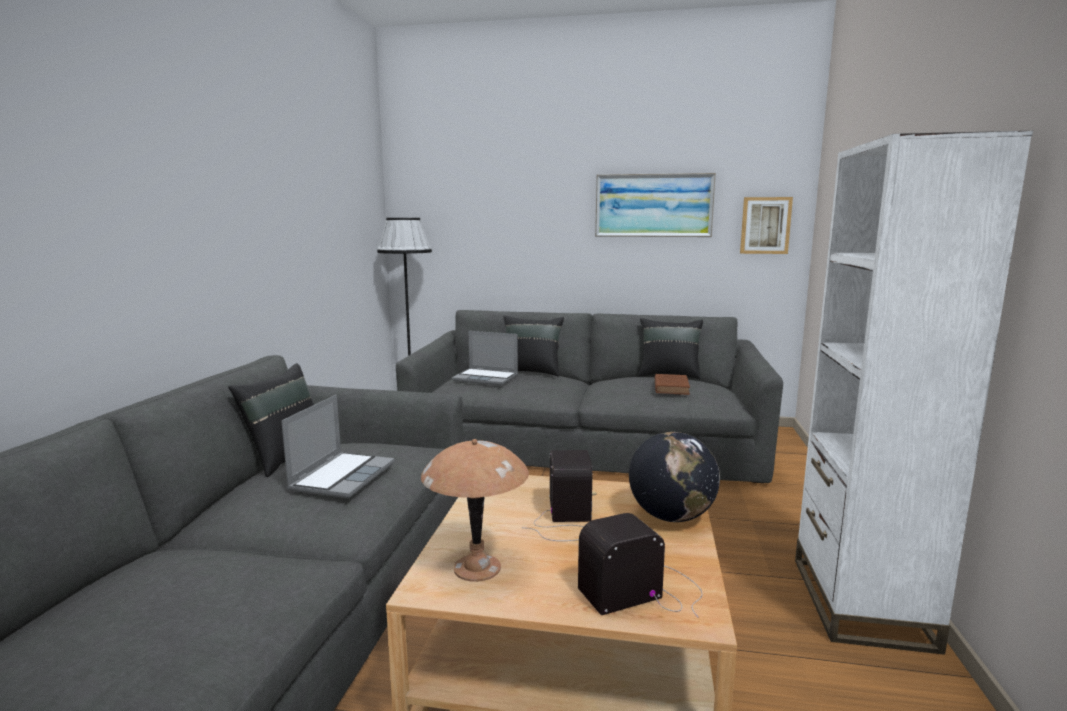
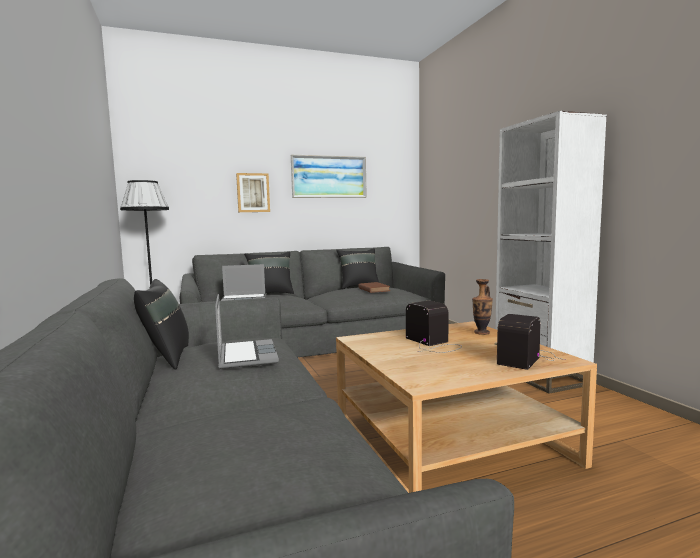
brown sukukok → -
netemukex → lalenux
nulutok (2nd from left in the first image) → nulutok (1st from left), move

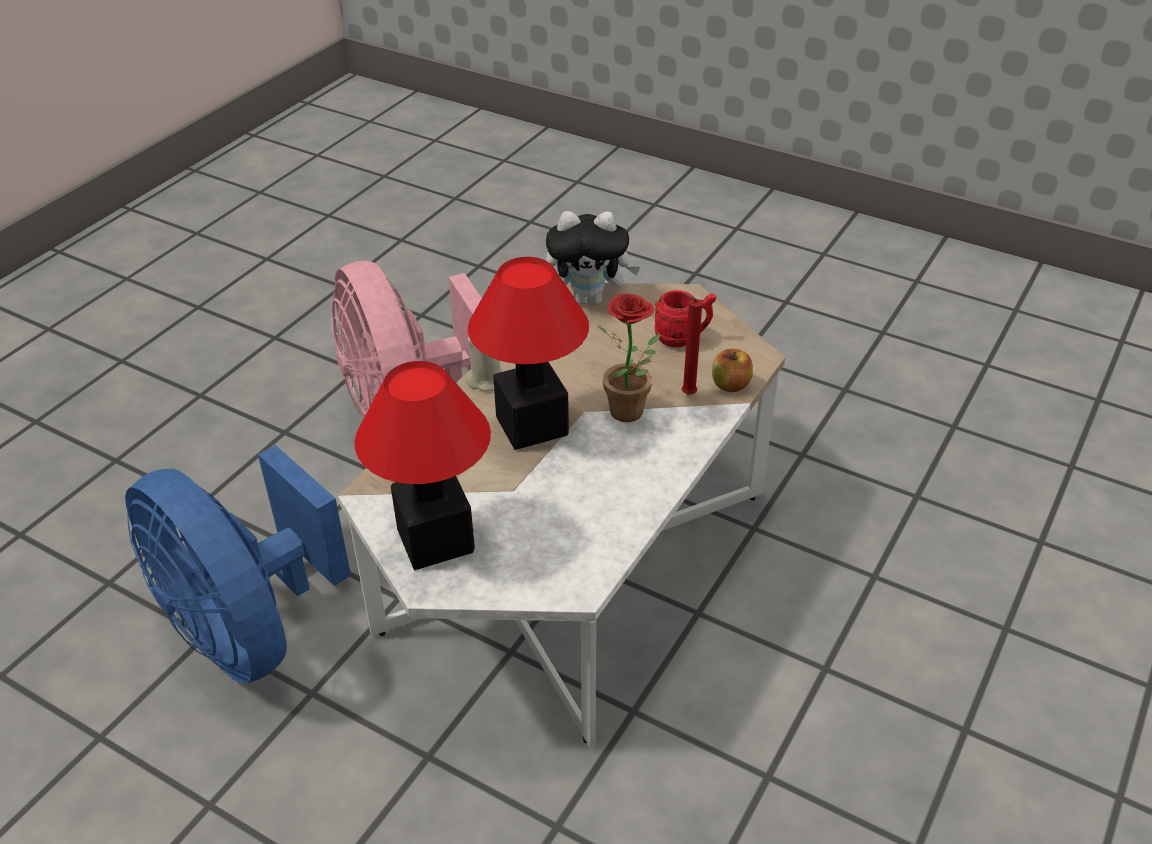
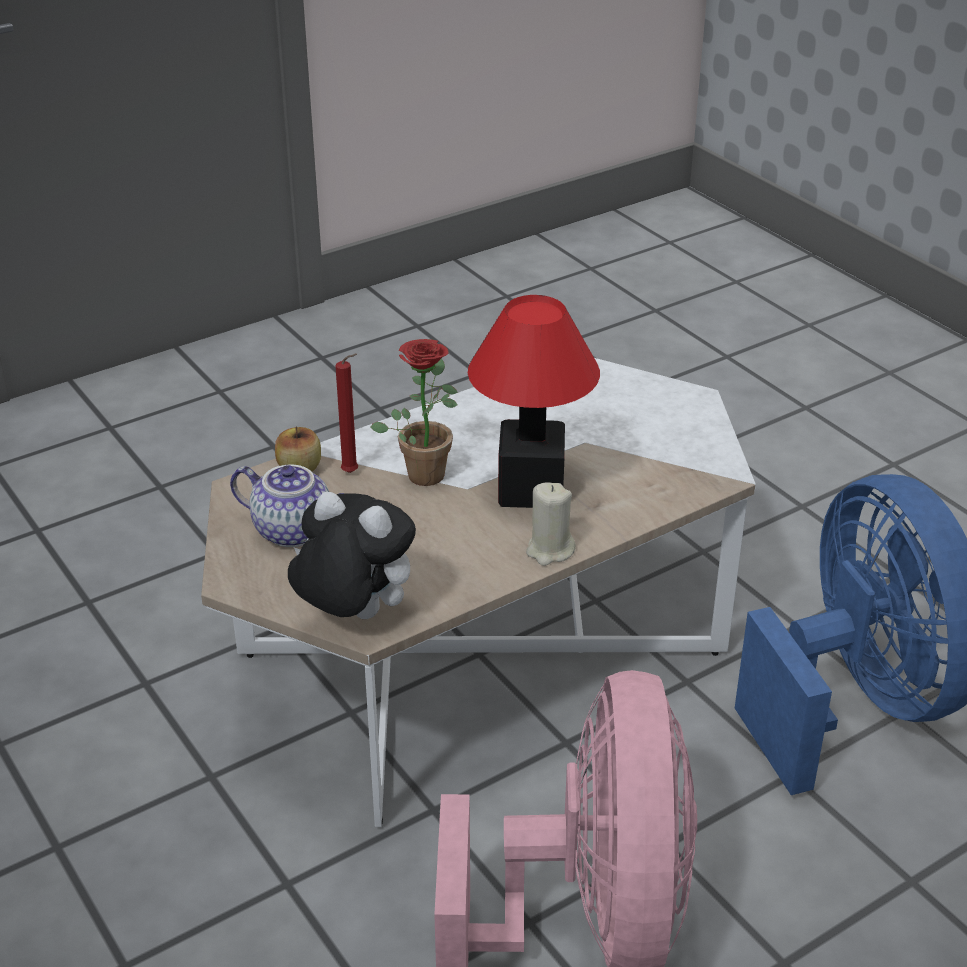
sukukok (1st from left) → -
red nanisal → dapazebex

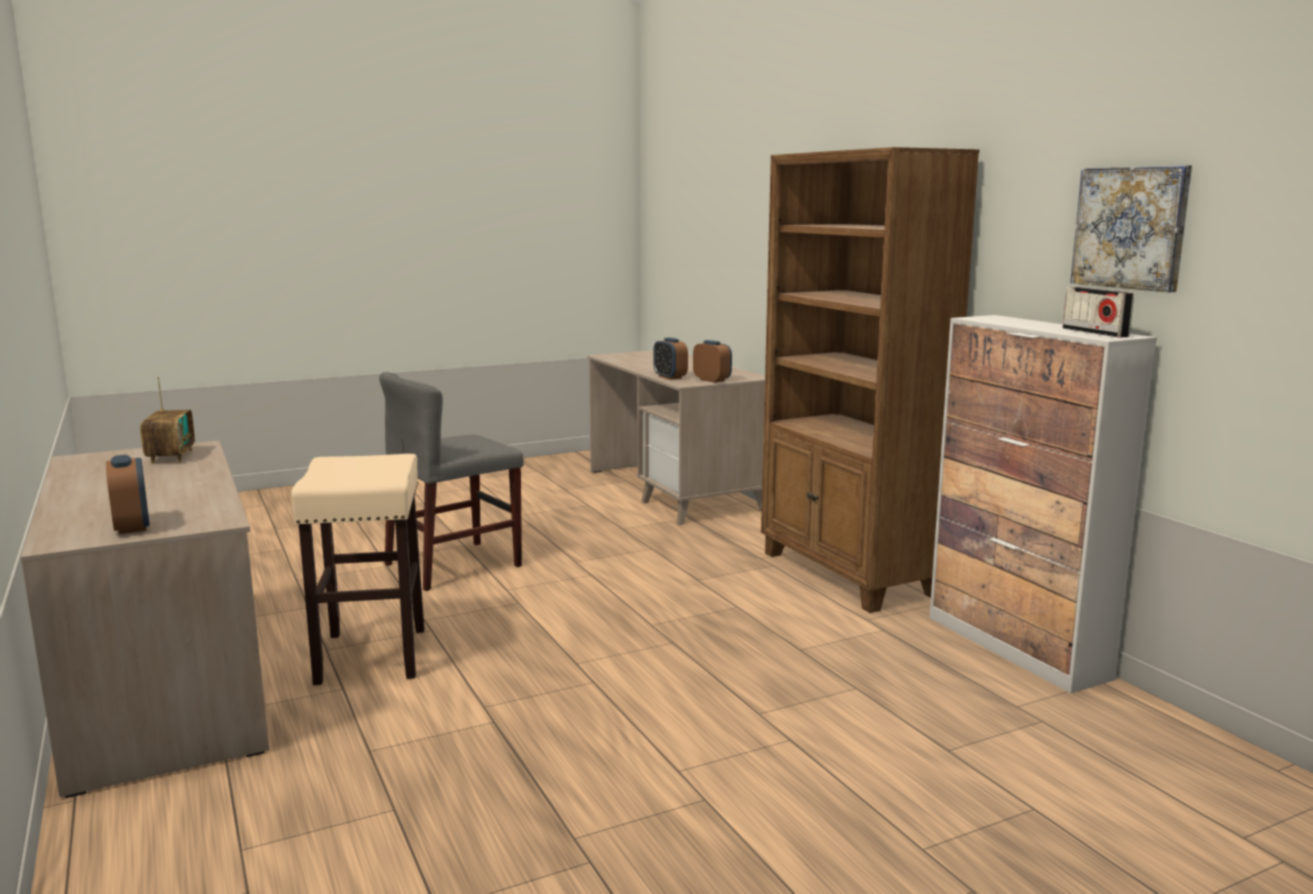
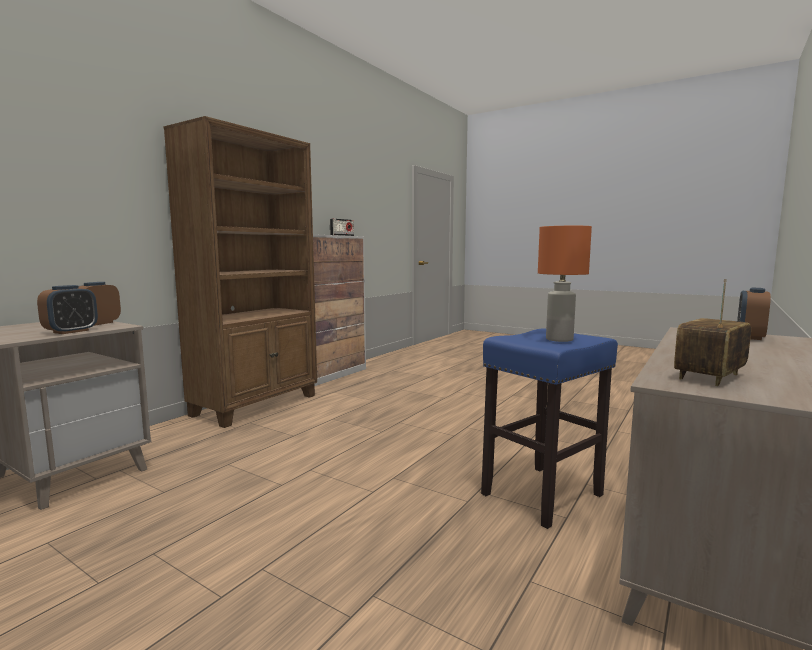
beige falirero → blue falirero
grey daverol → -
nulutok → -
- → orange sukukok

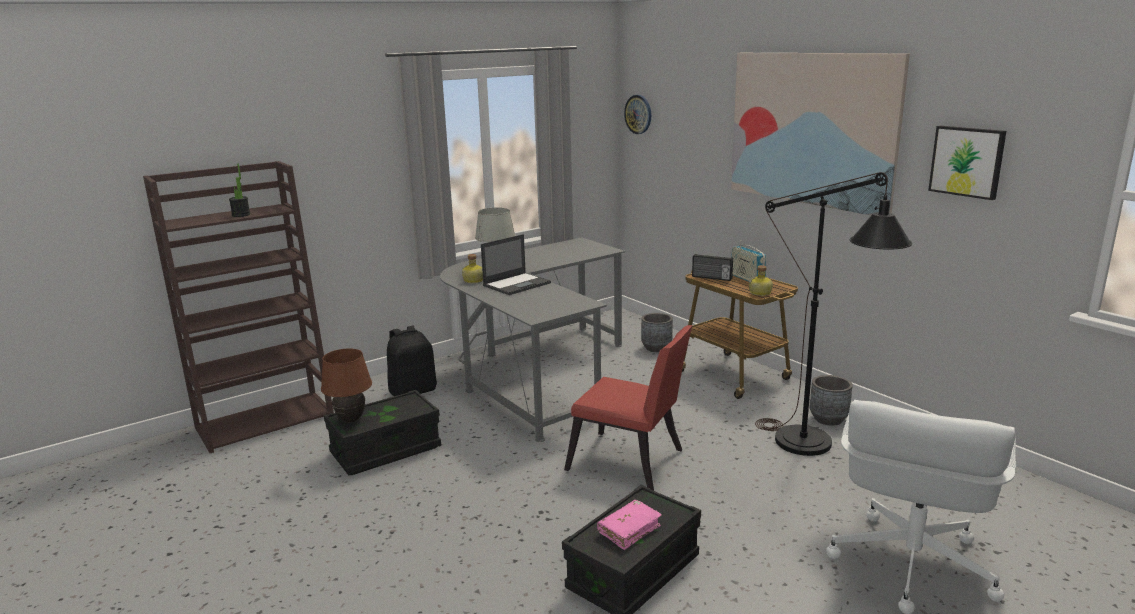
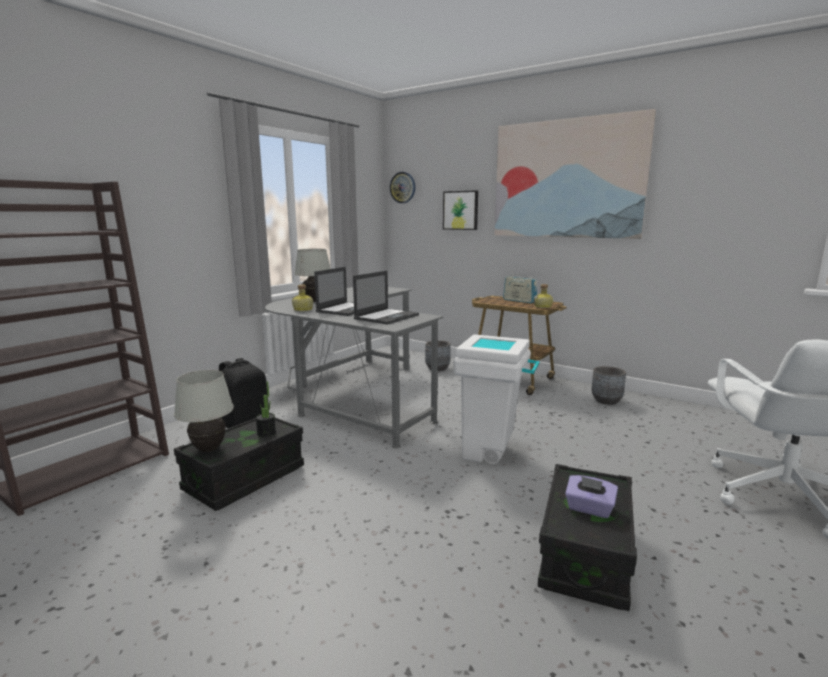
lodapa, move
brown sukukok → white sukukok (1st from left)
red daverol → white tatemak
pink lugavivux → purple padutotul
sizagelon (1st from left) → -
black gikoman → -
nulutok (2nd from left in the first image) → nulutok (1st from left), move
- → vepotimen (2nd from left)

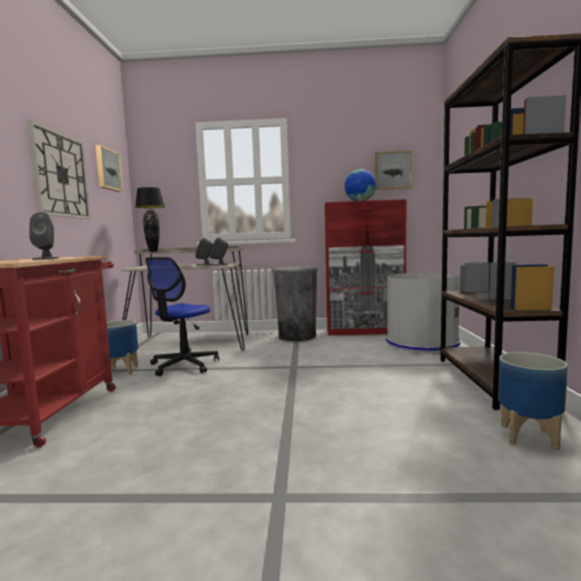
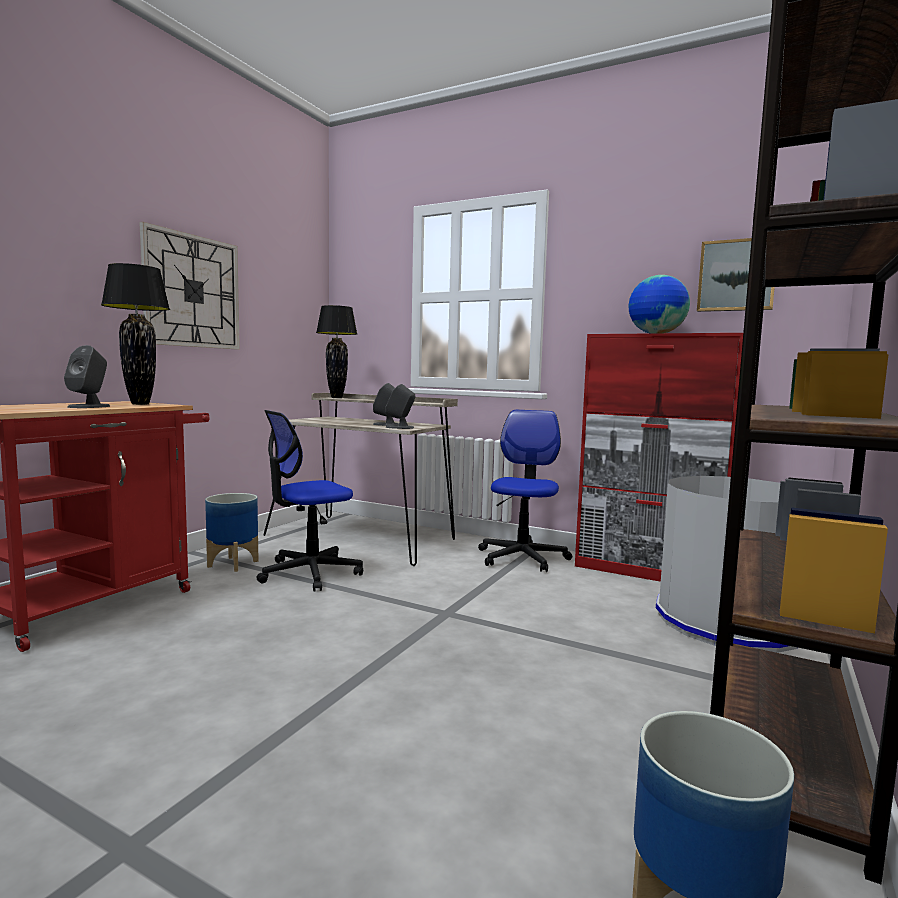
nulutok (1st from left) → -
grey tatemak (1st from left) → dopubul (2nd from left)
- → black sukukok (1st from left)

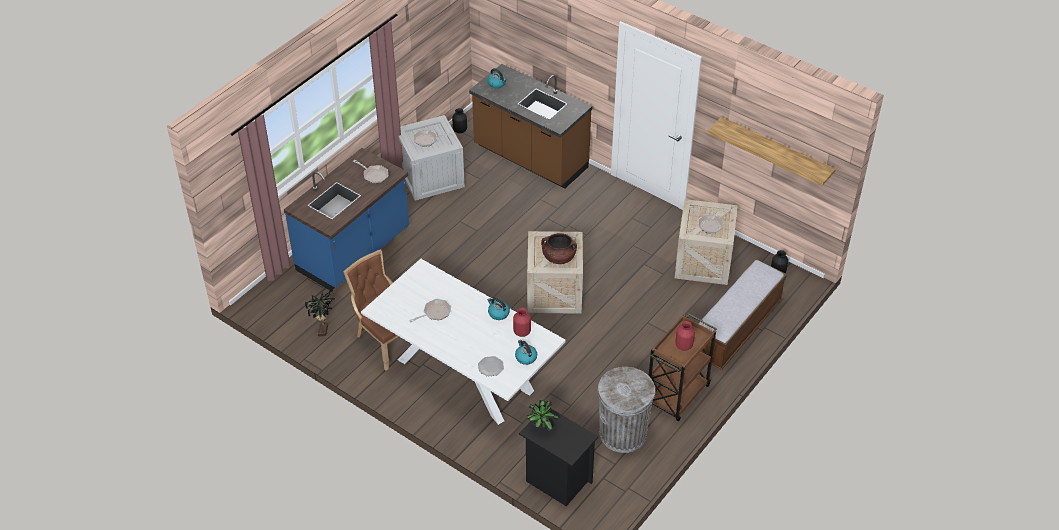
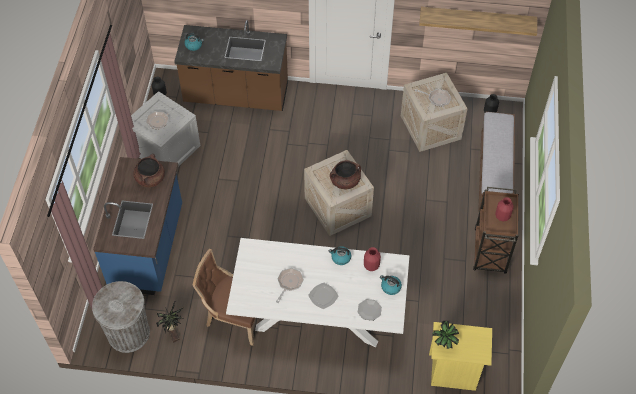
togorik (1st from left) → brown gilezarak (1st from left)
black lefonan → yellow lefonan
grey tatemak, move
- → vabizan (1st from left)

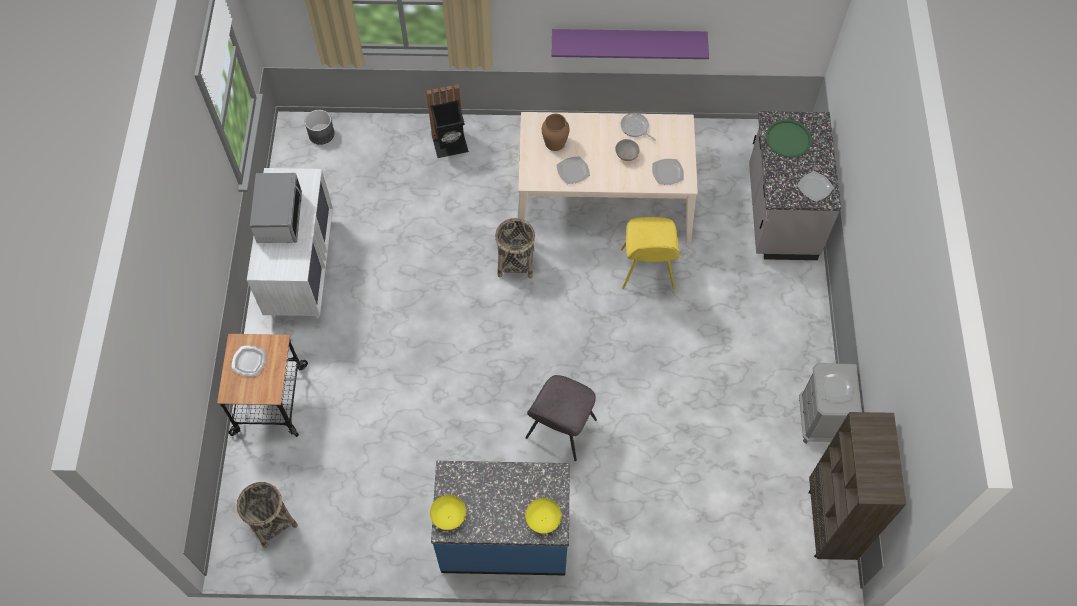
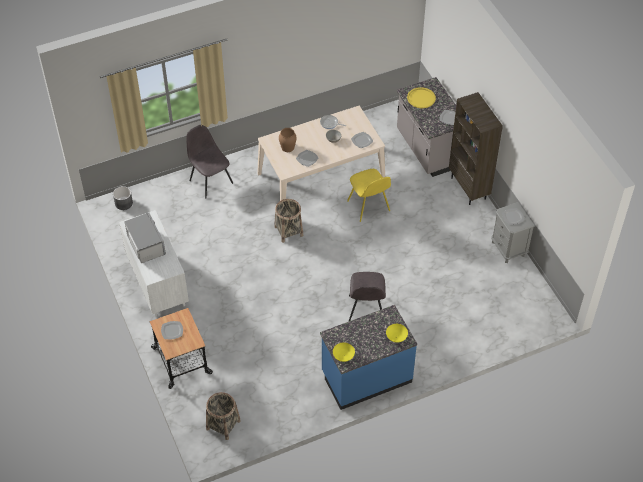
black tatemak → grey daverol (1st from left)
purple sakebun → -
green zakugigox → yellow zakugigox
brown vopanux, move

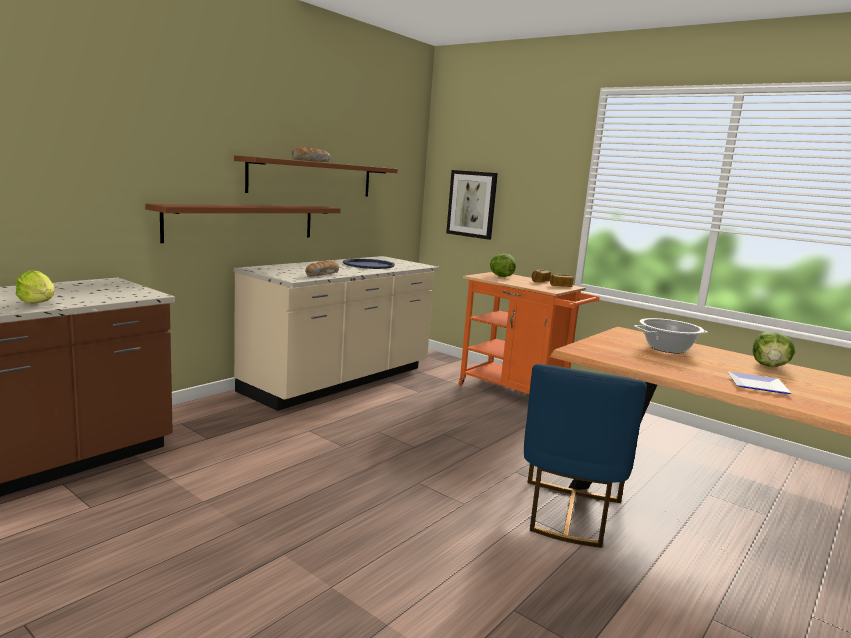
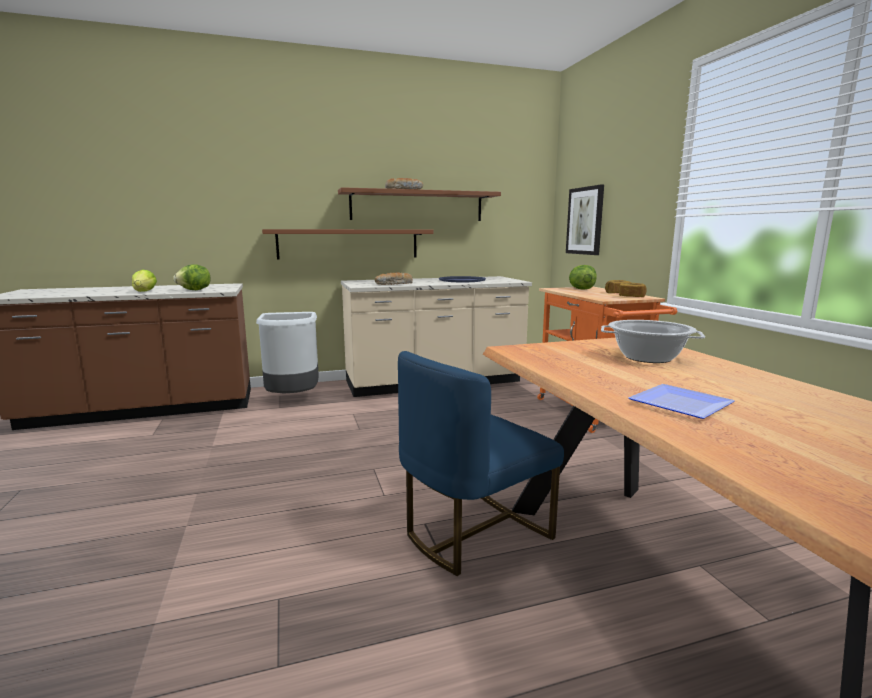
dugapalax (3rd from left in the first image) → dugapalax (2nd from left), move
- → grey tatemak

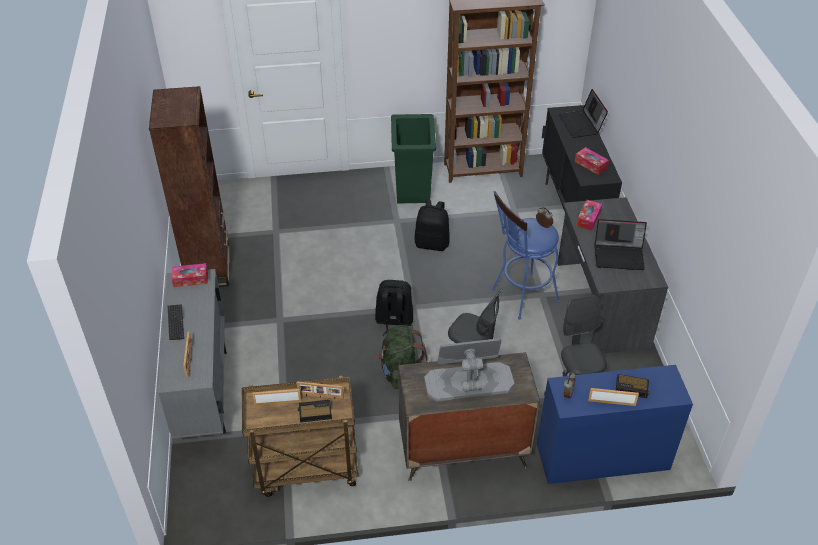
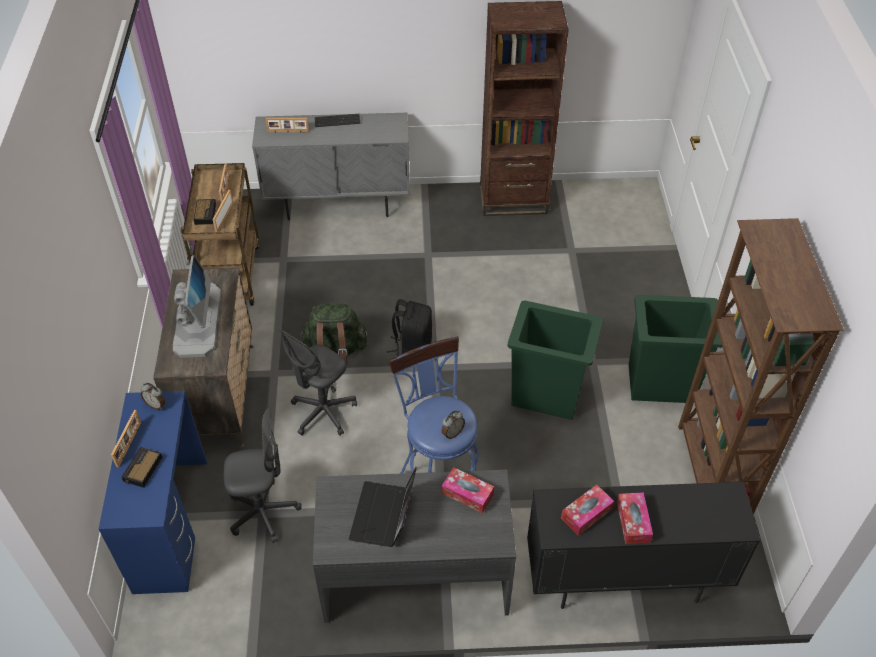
padutotul (1st from left in the first image) → padutotul (3rd from left), move
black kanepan (2nd from left) → green tatemak (1st from left)
vepotimen (1st from left) → -

